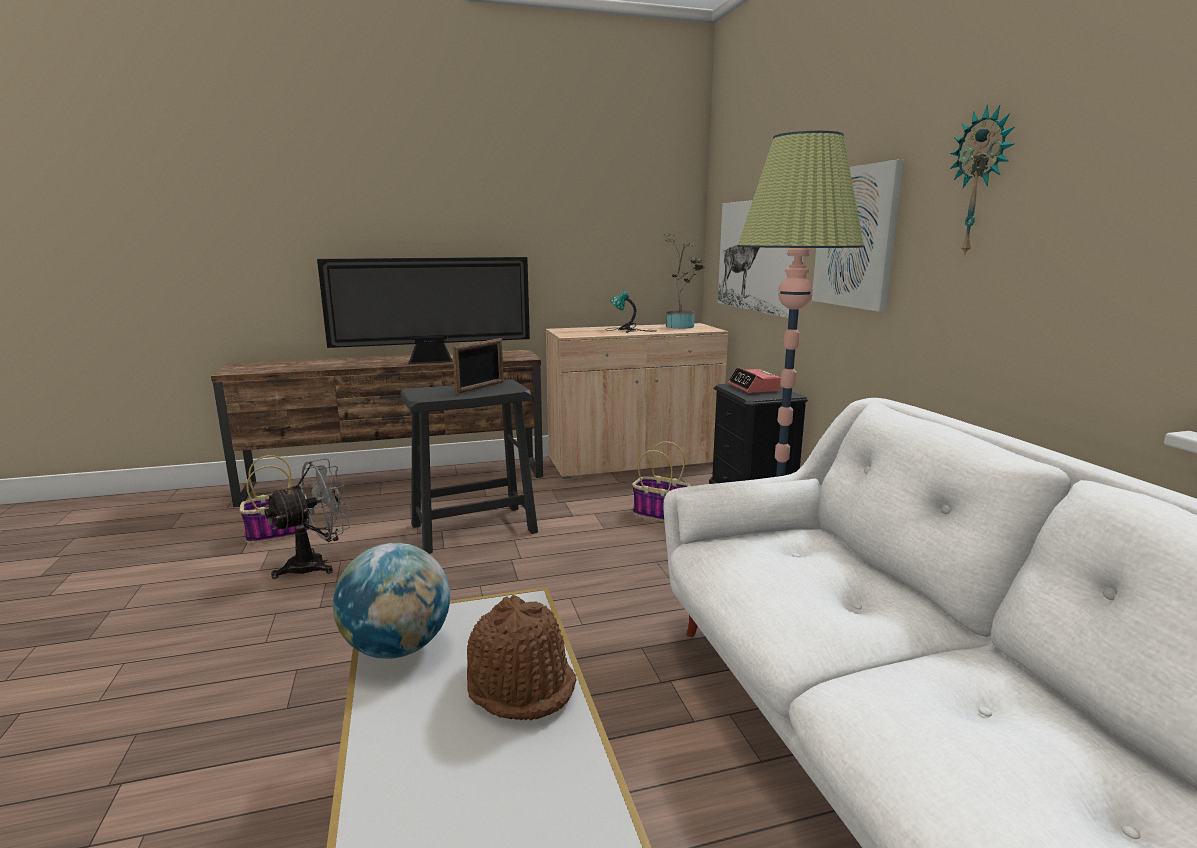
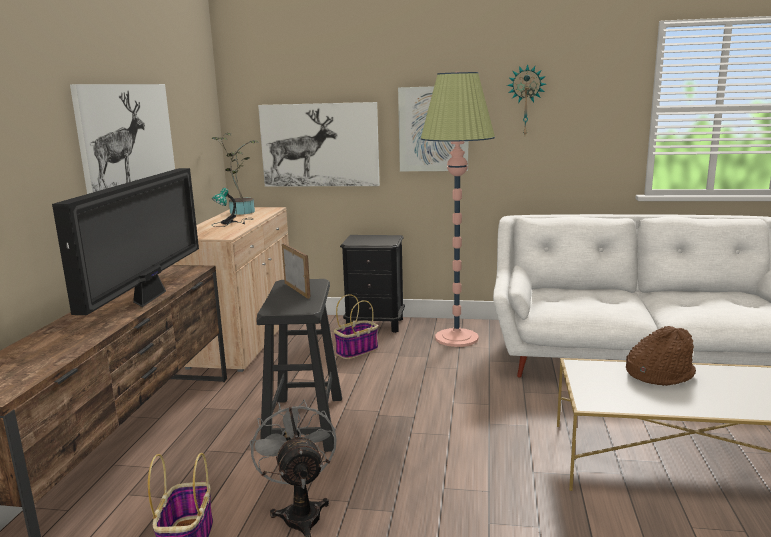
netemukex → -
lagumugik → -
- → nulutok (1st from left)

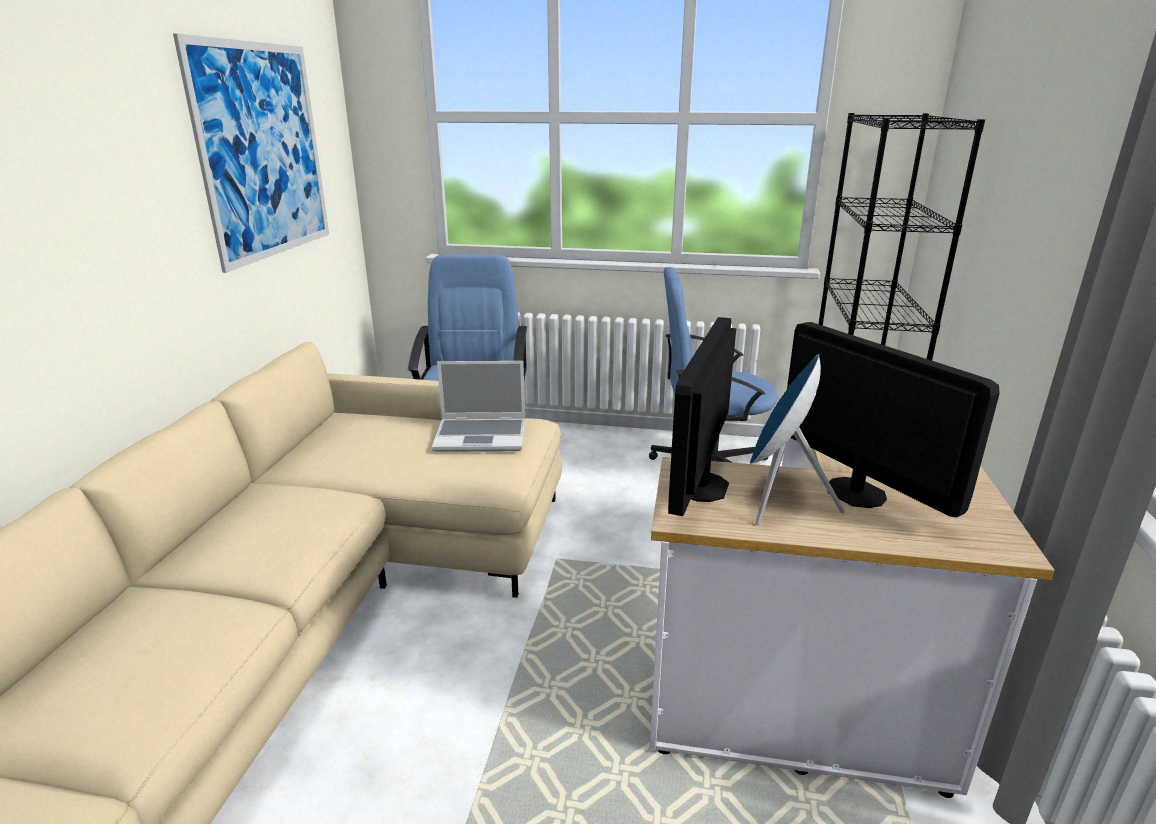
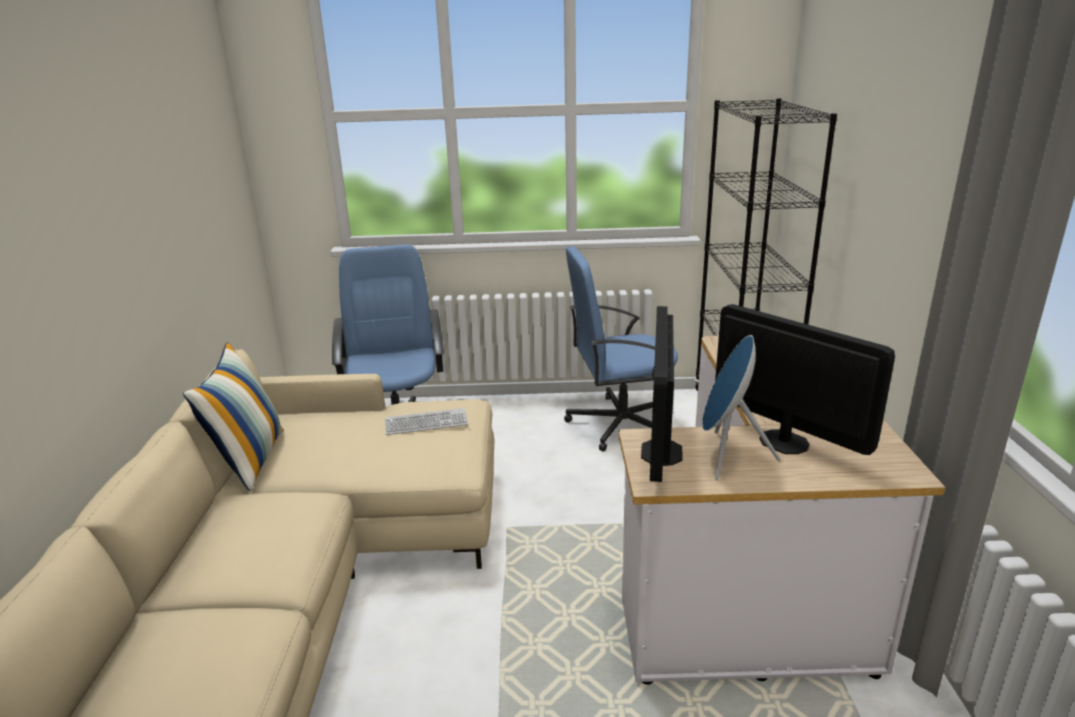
nulutok → -
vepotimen → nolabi
- → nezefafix

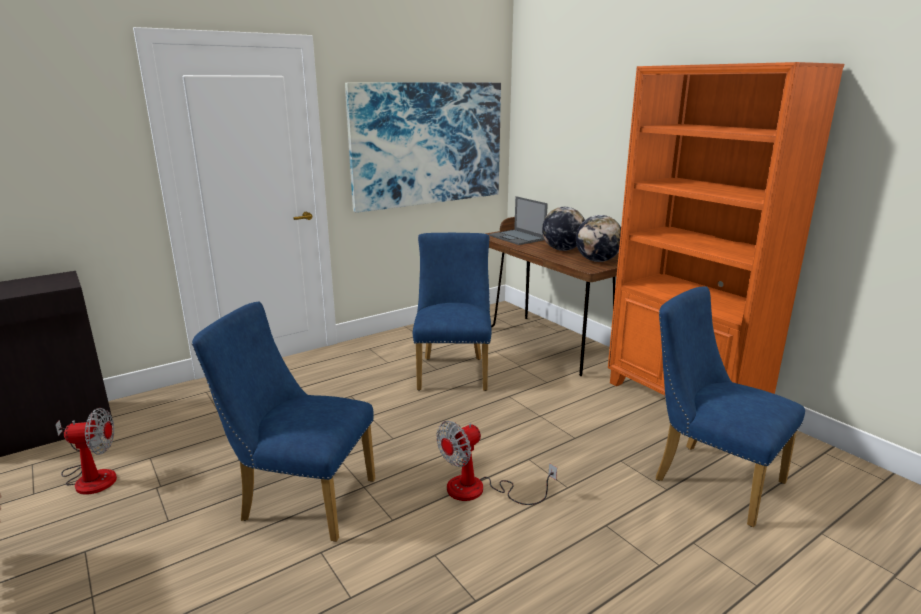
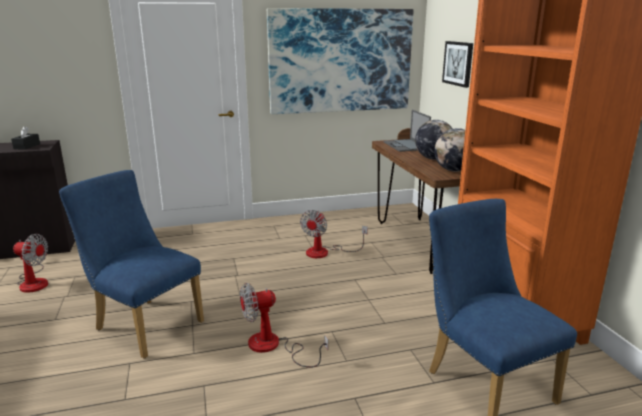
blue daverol (2nd from left) → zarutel (3rd from left)
- → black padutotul
- → nulutok (2nd from left)

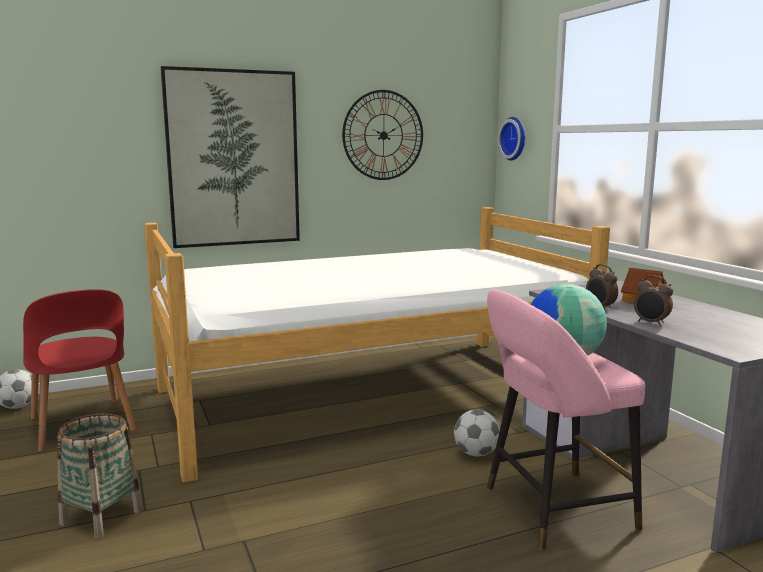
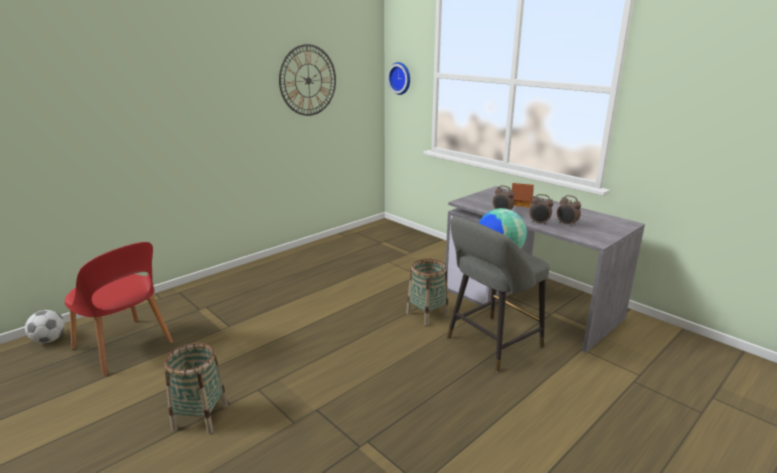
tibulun → -
nulutok → -
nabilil (2nd from left) → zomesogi (2nd from left)
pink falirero → grey falirero
- → lagumugik (3rd from left)

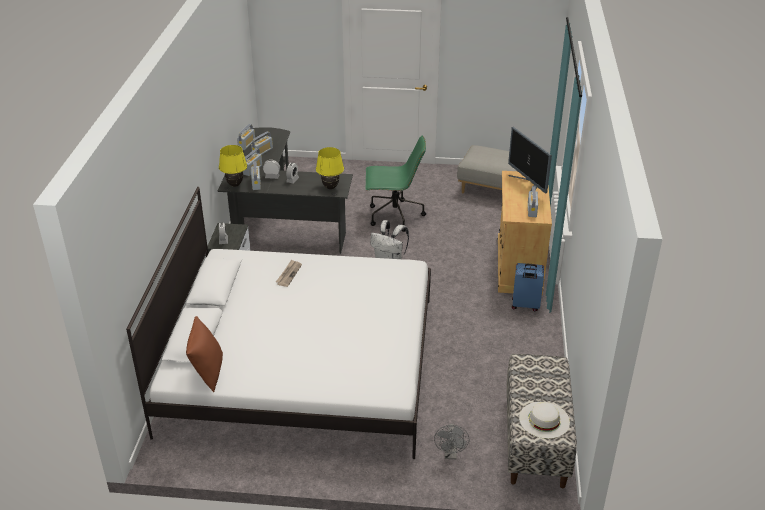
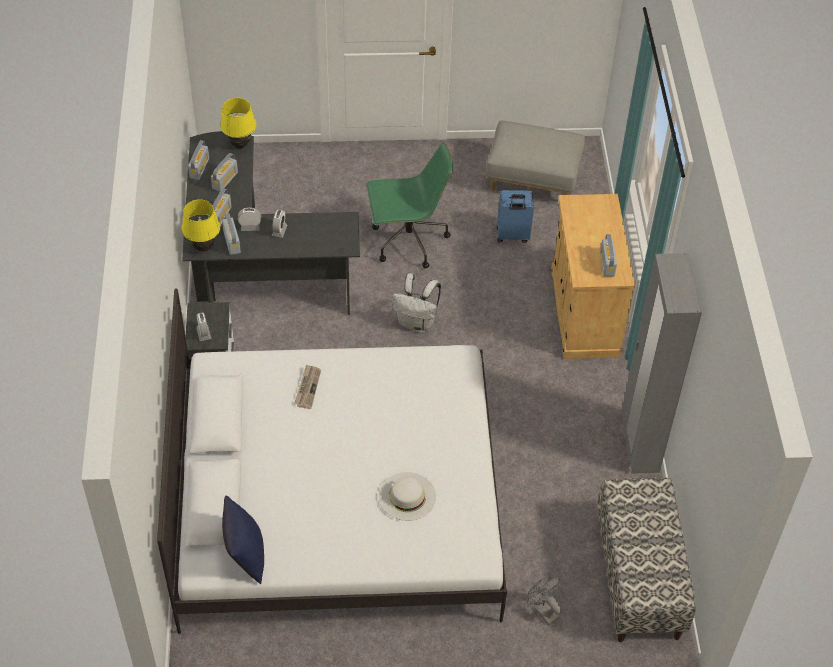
brown nezefafix → blue nezefafix
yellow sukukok (2nd from left), move
grey zarutel, 150 degrees clockwise
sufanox → -
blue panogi, move
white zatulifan, move
- → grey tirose

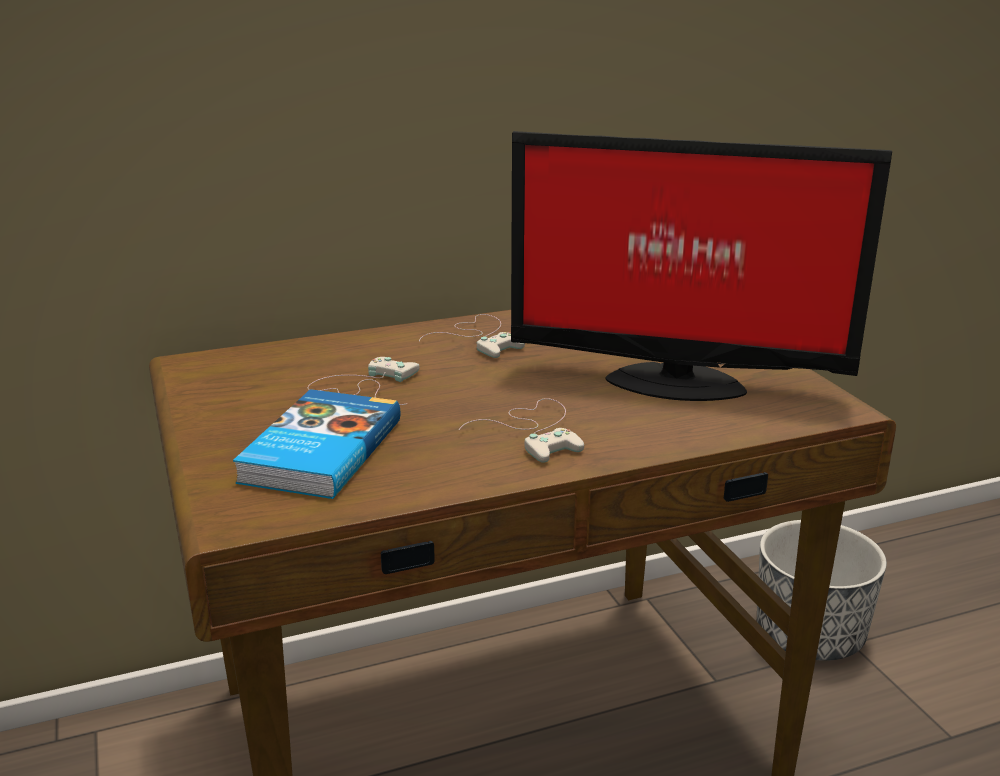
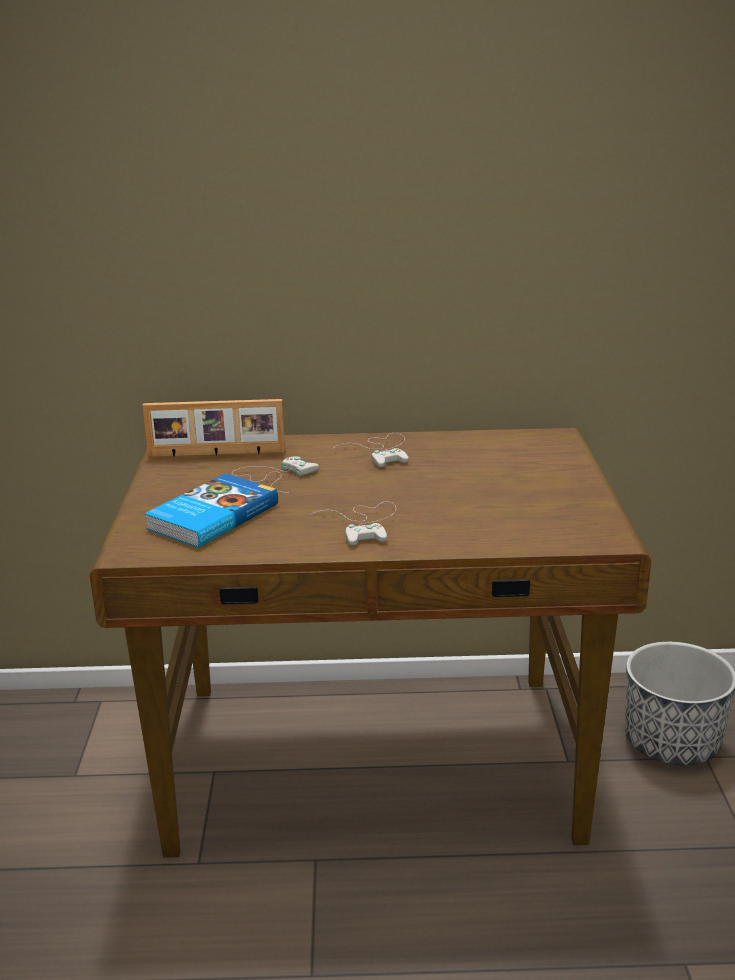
sufanox → -
- → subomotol

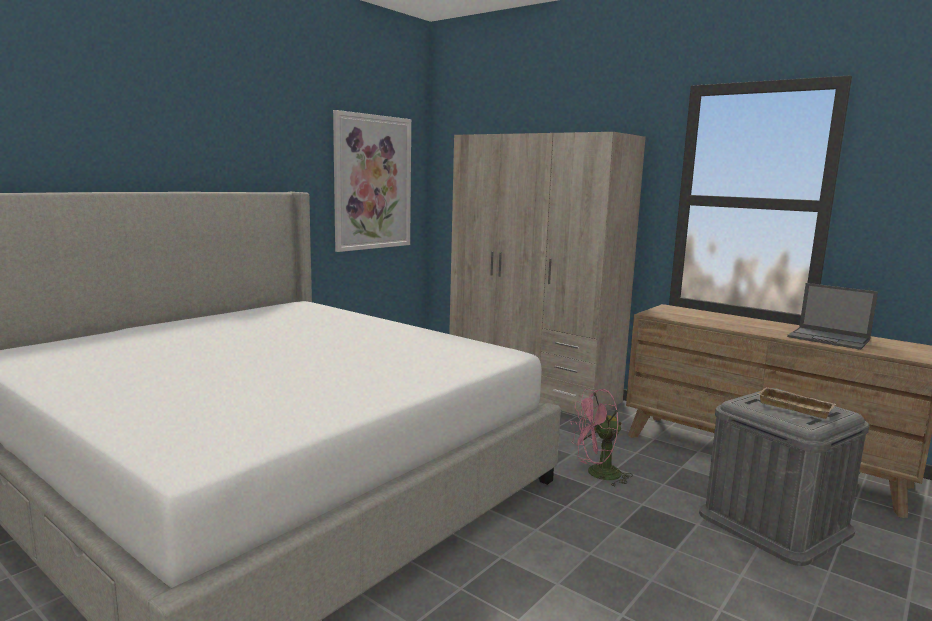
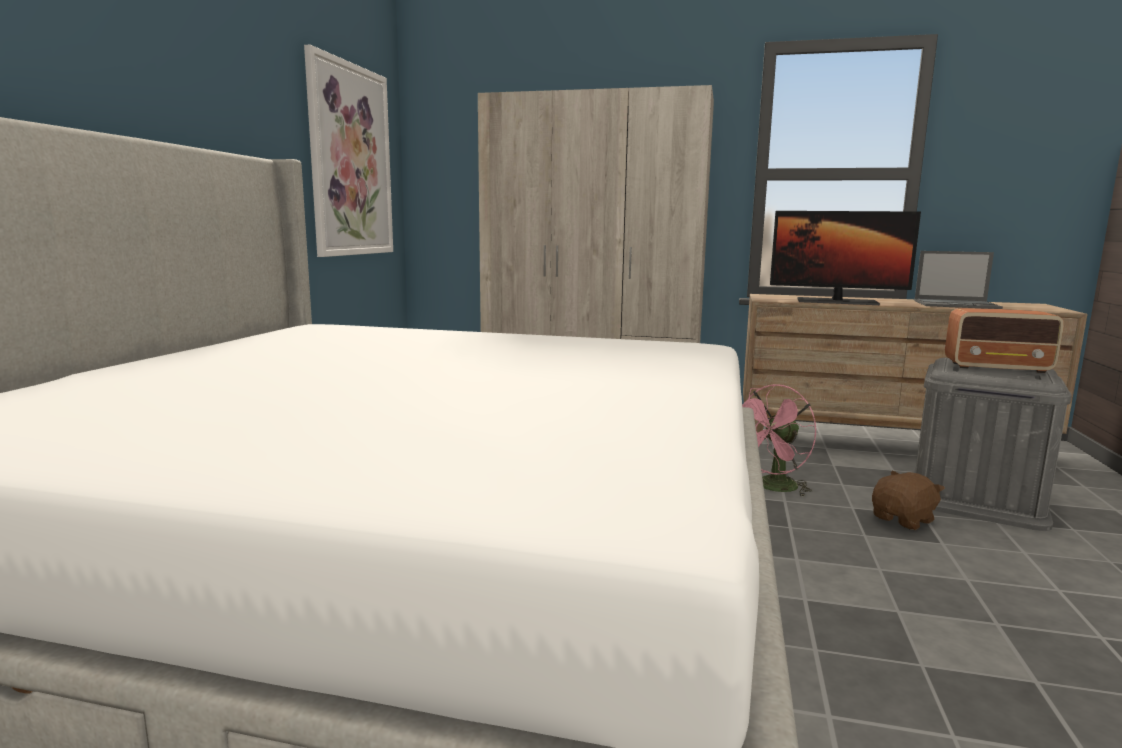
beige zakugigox → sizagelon
- → sufanox
- → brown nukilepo

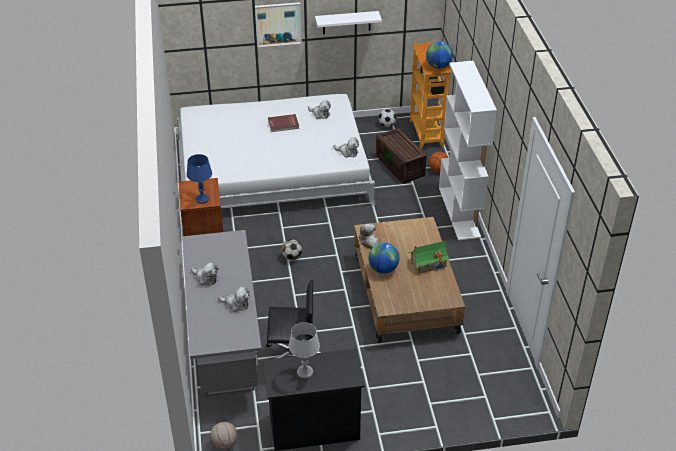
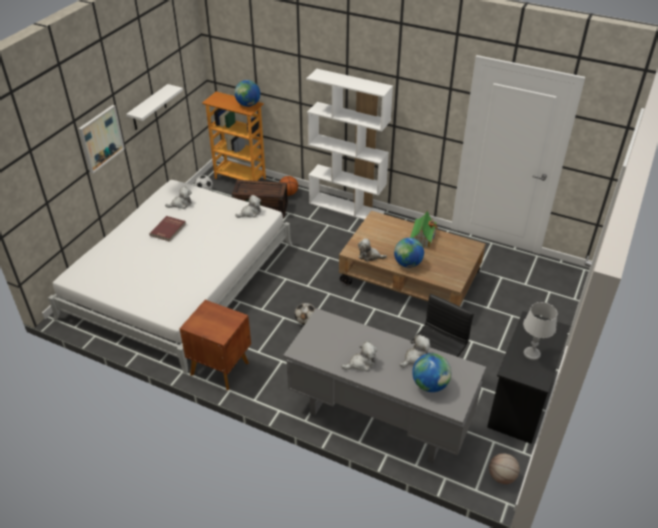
blue sukukok → -
- → netemukex (3rd from left)

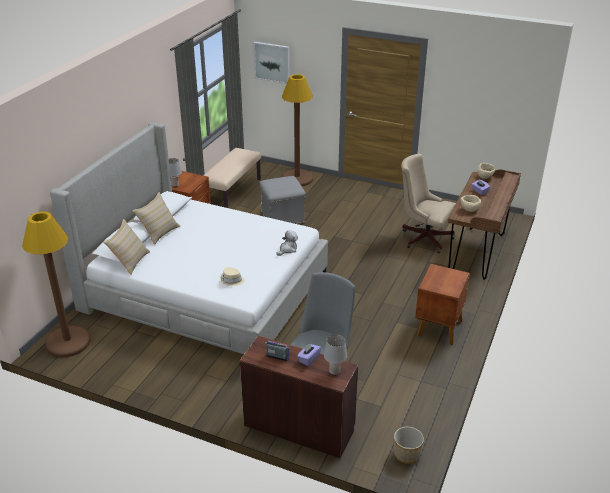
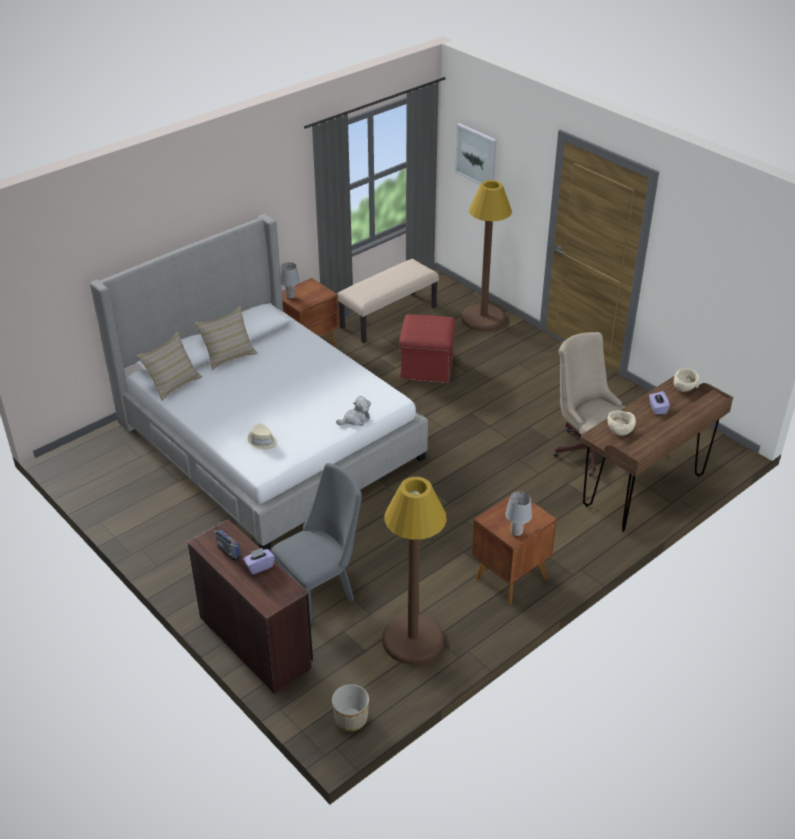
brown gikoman (1st from left), move
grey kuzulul → red kuzulul
grey sukukok (2nd from left), move

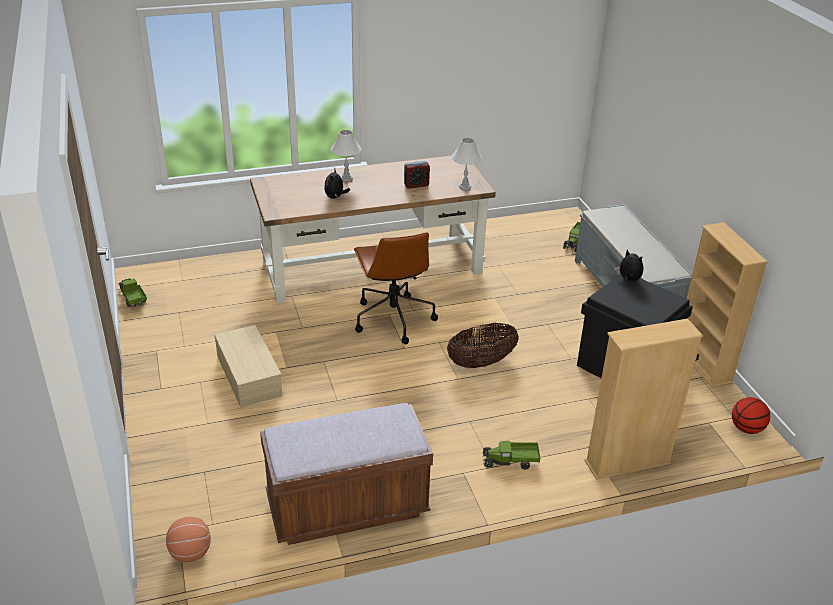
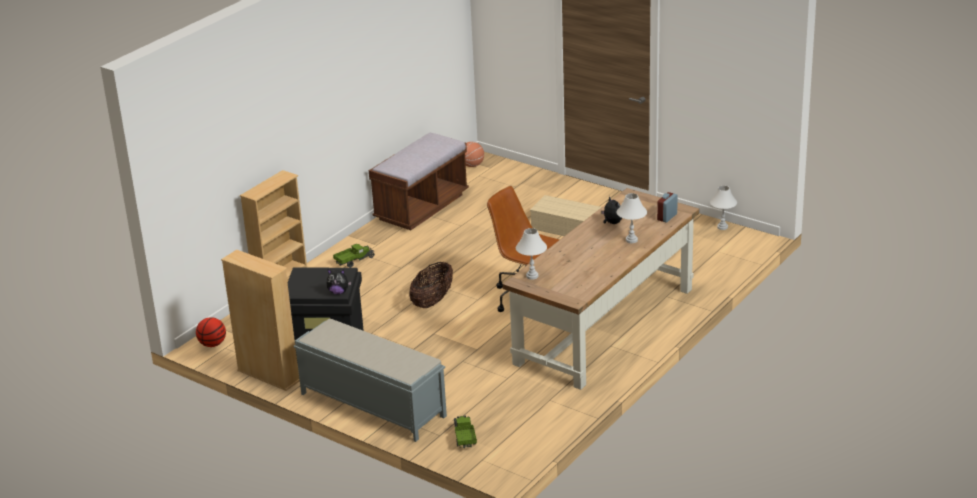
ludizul (1st from left) → white sukukok (3rd from left)
lagumugik, move

